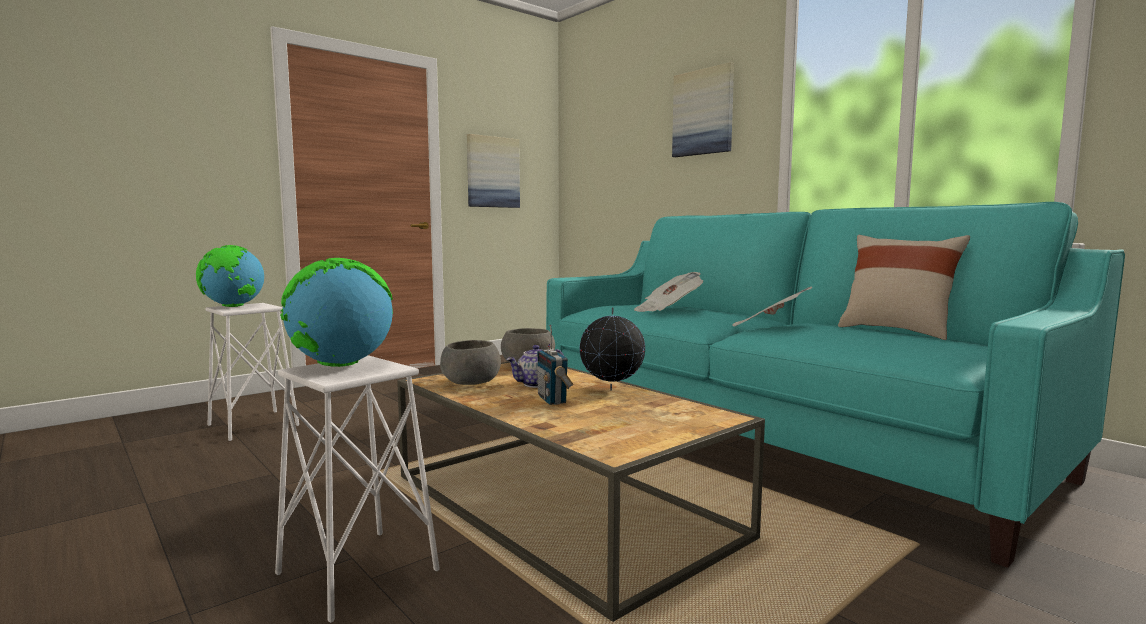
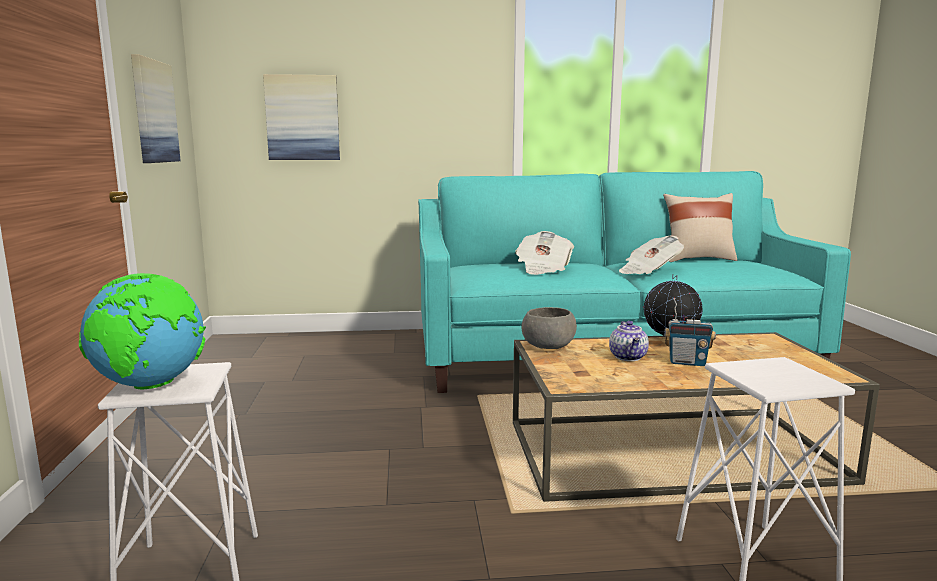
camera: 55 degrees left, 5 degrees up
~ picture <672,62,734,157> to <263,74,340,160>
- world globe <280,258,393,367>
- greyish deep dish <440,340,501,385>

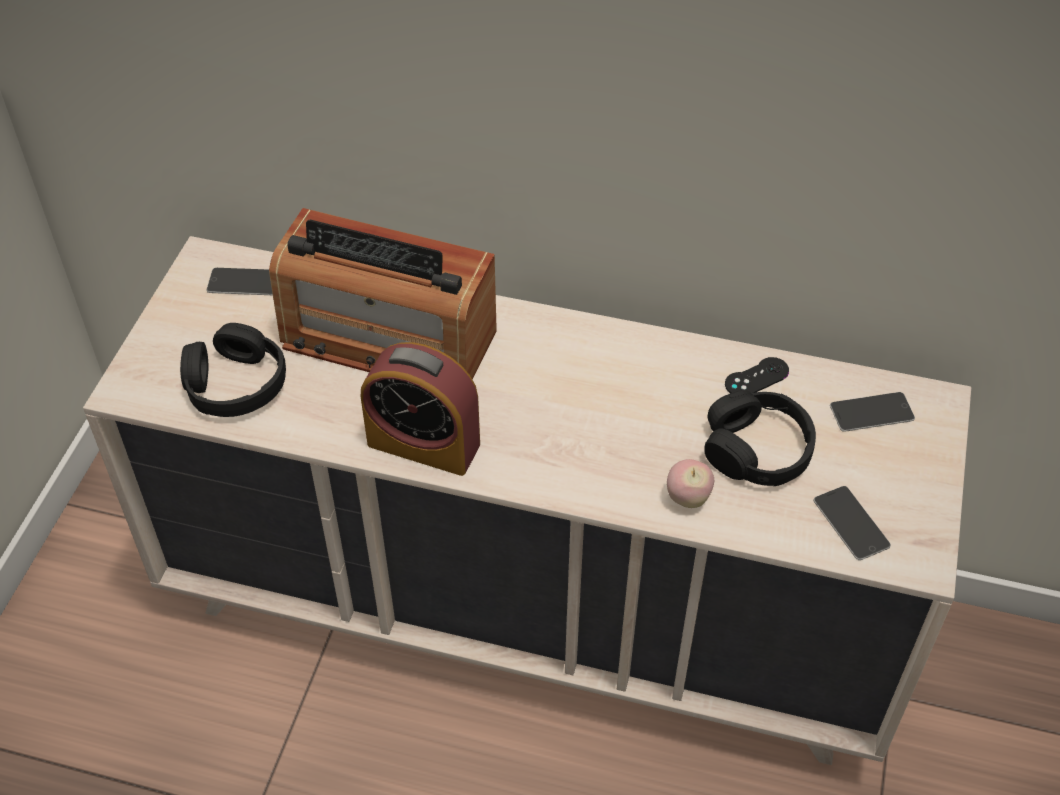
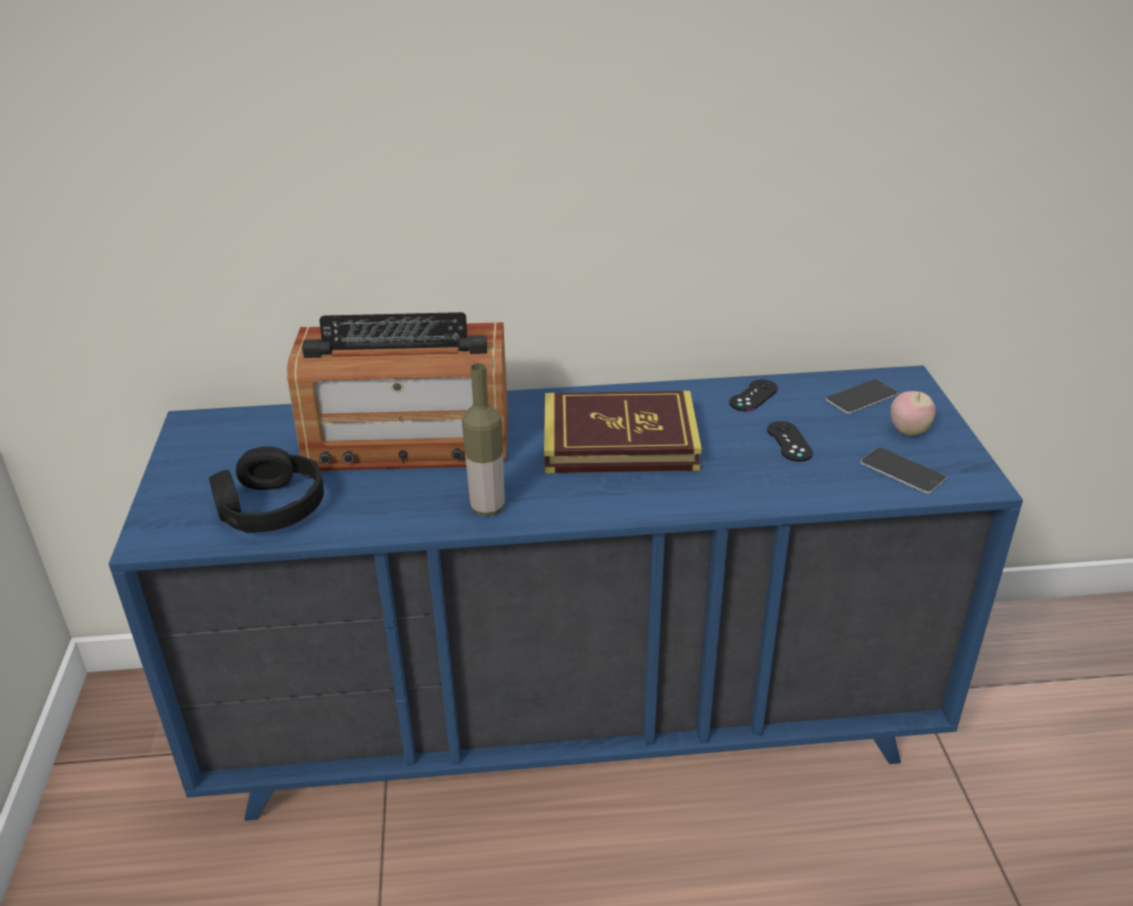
camera: 20 degrees left, 15 degrees down
~ beige chest of drawers <83,236,971,765> to bluish chest of drawers <109,365,1023,821>
~ bedside clock <361,342,480,476> to beverage bottle <462,363,505,516>
+ volume <544,391,702,473>
~ black pair of headphones <704,390,816,486> to black joypad <767,421,813,462>
~ apple fruit <667,459,714,508> to <890,391,936,436>
- telephone <207,268,273,295>

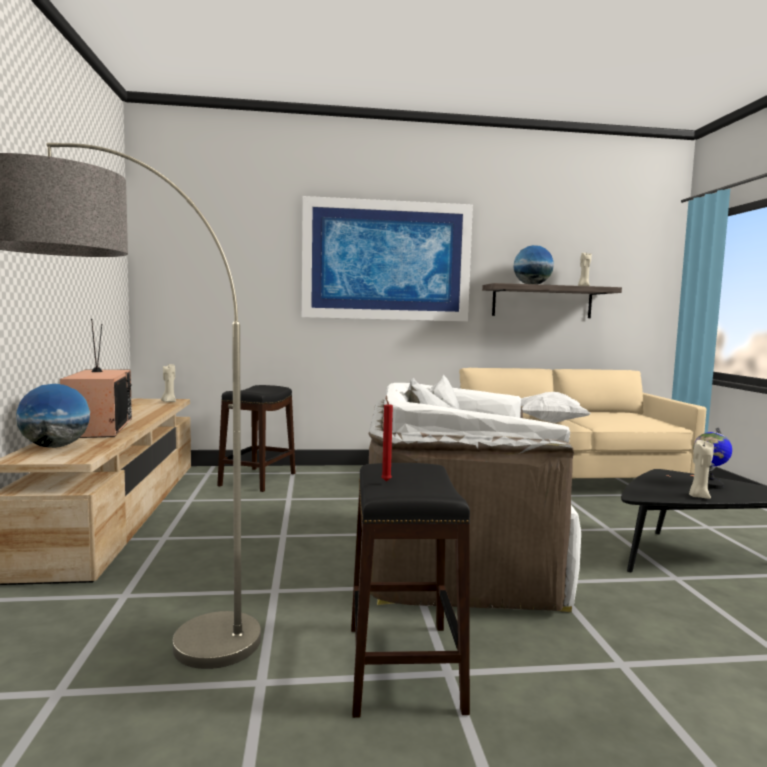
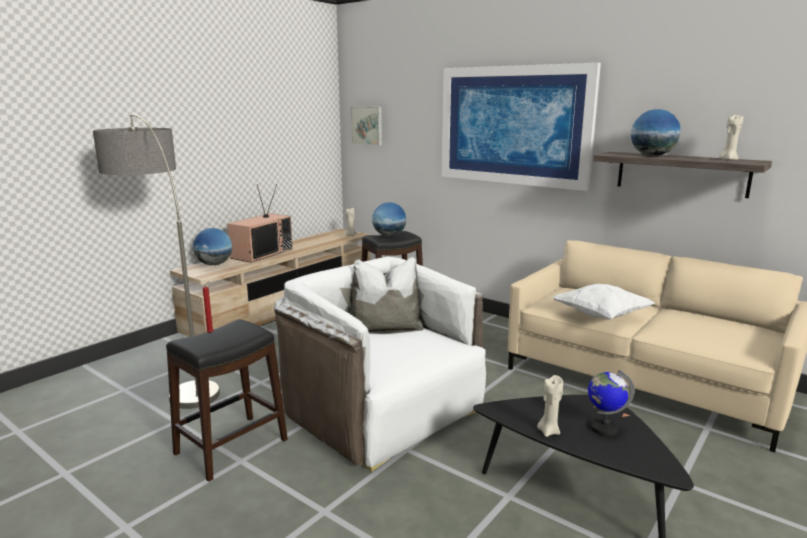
camera: 45 degrees right, 10 degrees up
+ picture <351,107,382,146>
+ world globe <372,202,406,237>

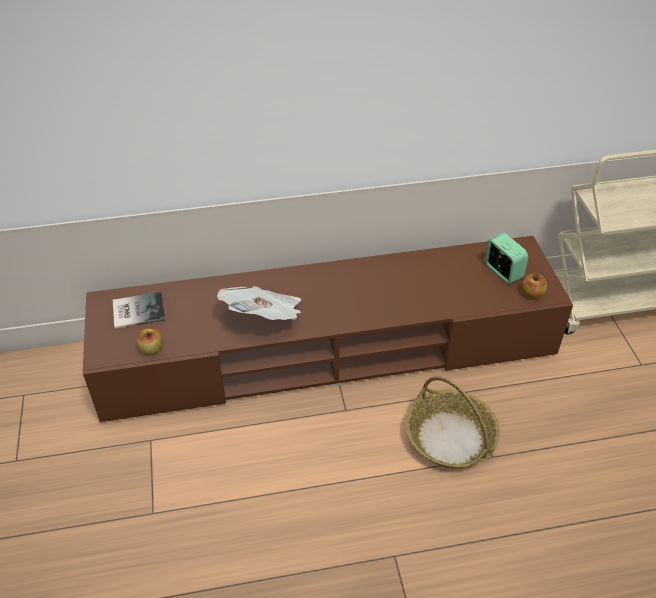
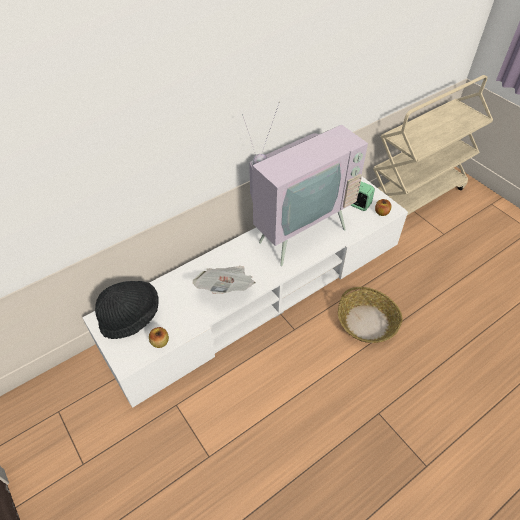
camera: 25 degrees left, 5 degrees up
~ brown tv stand <83,236,573,422> to white-coloured tv stand <82,176,408,408>
~ volume <113,292,165,329> to black wearable hat <95,281,159,339>
+ television <242,101,368,266>

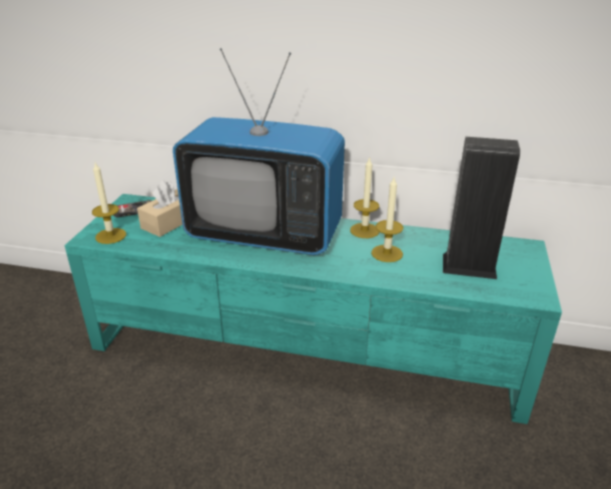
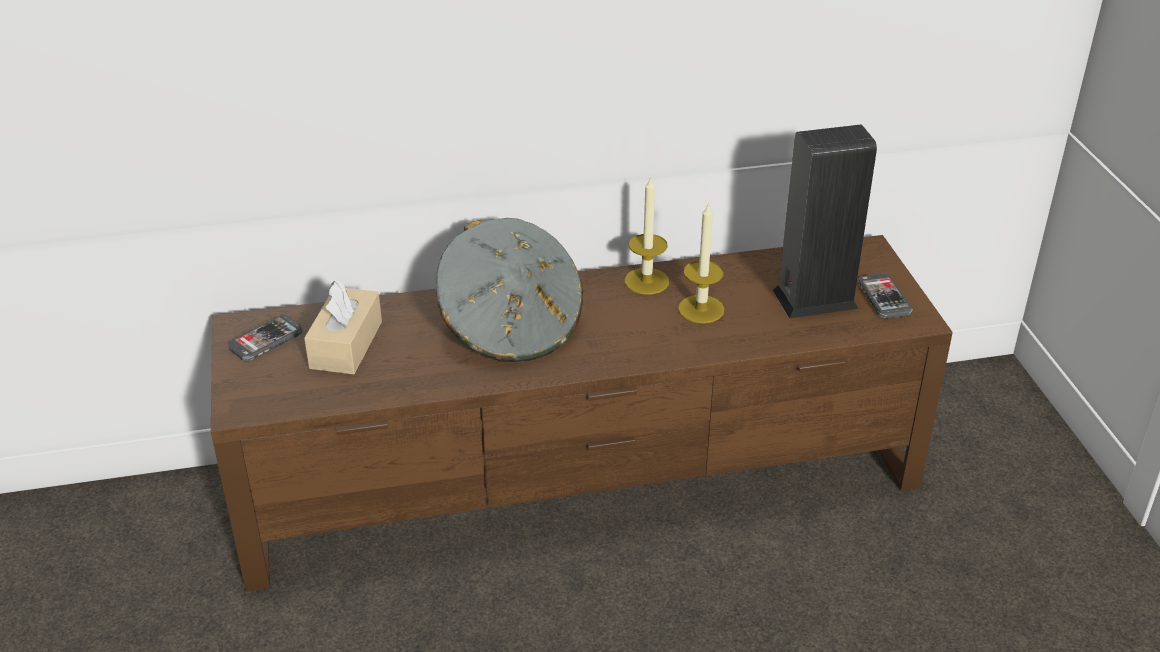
camera: 25 degrees left, 5 degrees up
~ blue-green tv stand <64,194,562,424> to brown tv stand <211,235,953,592>
~ television <173,48,345,255> to greyish wearable hat <436,218,583,362>
+ telephone <858,273,913,319>
- wax light <92,163,126,244>

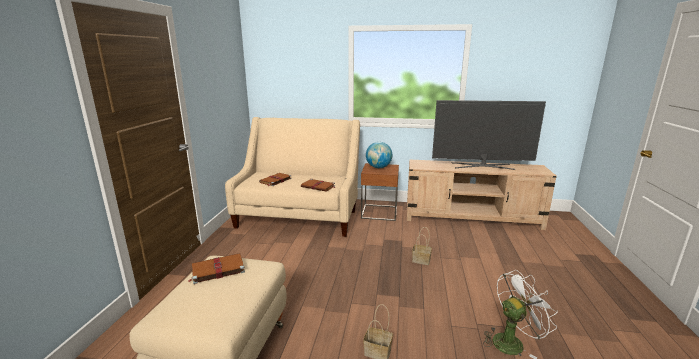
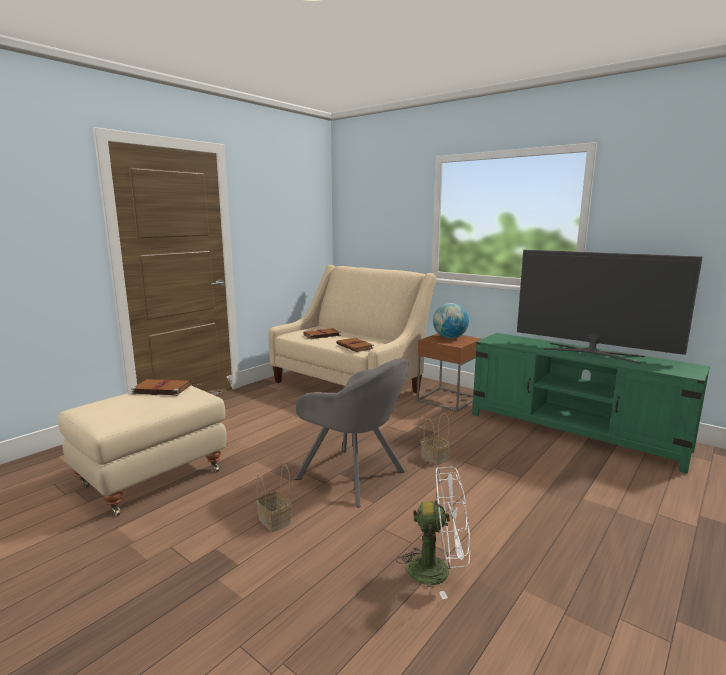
camera: 30 degrees right, 5 degrees down
+ greyish easy chair <294,358,408,508>
~ beige tv stand <407,160,557,230> to green-coloured tv stand <472,333,710,474>

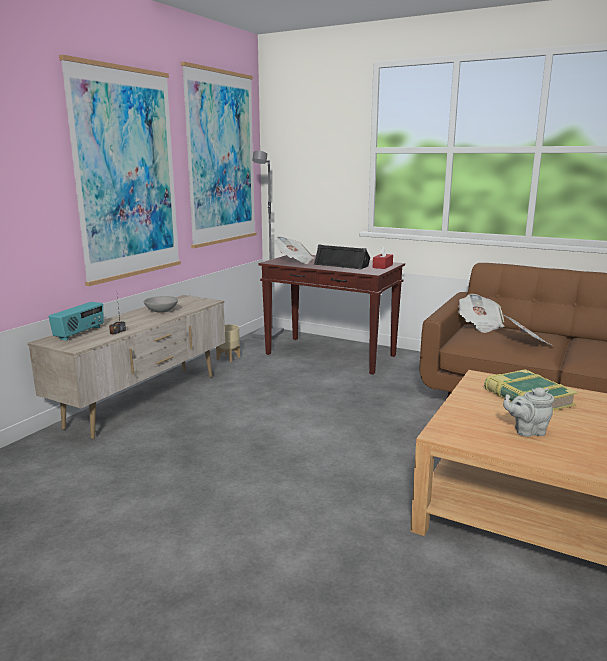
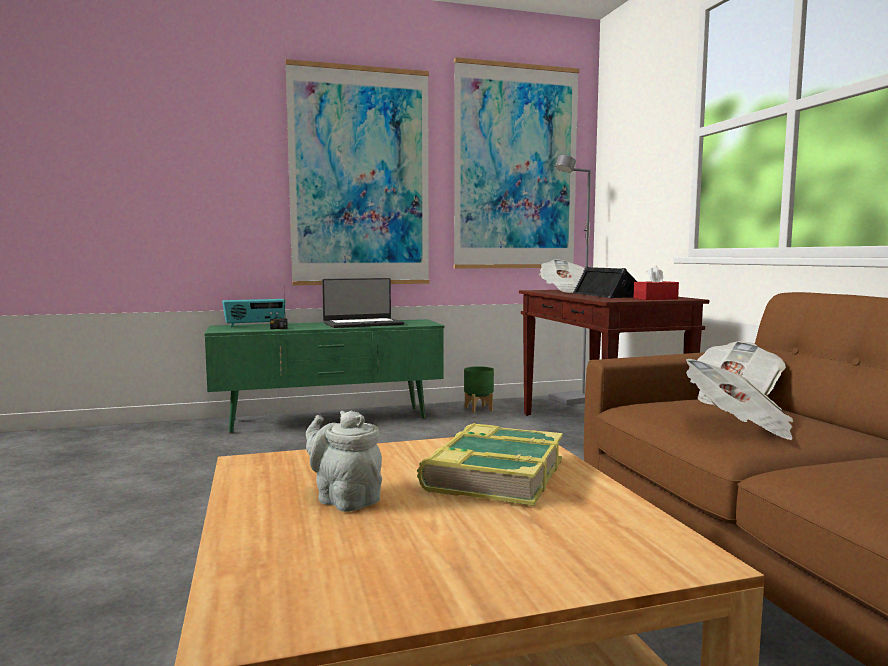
camera: 45 degrees right, 10 degrees down
~ beige tv stand <28,295,225,439> to green-coloured tv stand <204,319,444,433>
~ greyish deep dish <144,296,178,313> to notebook computer <322,278,404,328>
~ beige flower pot <216,324,240,362> to green-coloured flower pot <464,366,494,413>

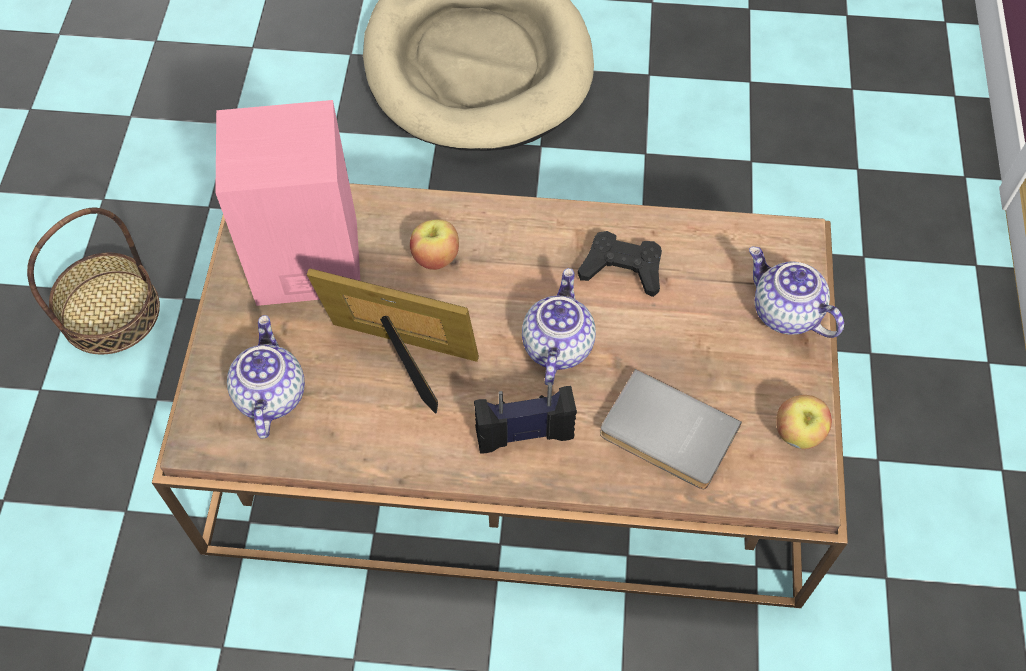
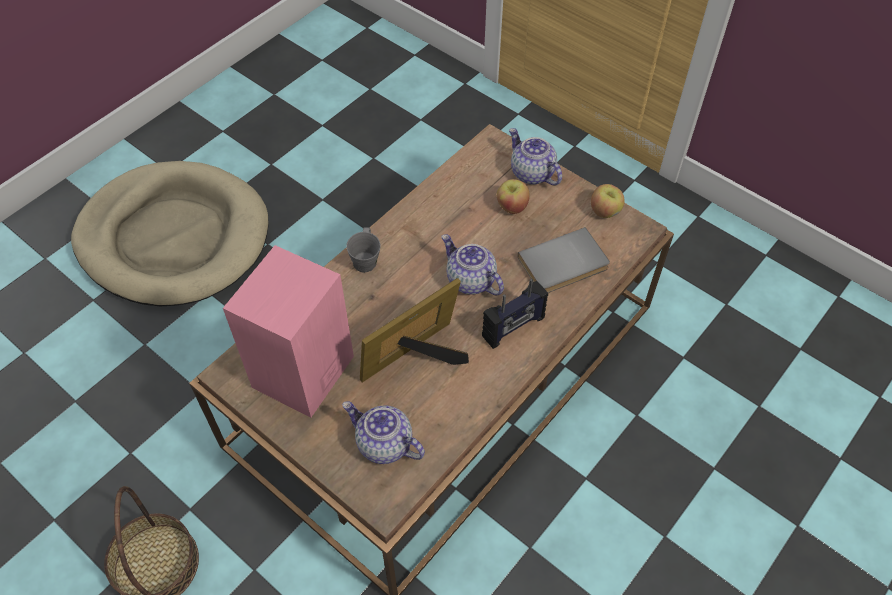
camera: 55 degrees left, 5 degrees down
+ greyish tea mug <346,227,381,273>
~ radio receiver <474,384,577,454> = <482,279,548,349> 150 degrees counterclockwise
~ apple fruit <410,220,459,270> to <497,179,530,214>
~ pot for tea <749,246,844,338> = <509,128,562,185> 60 degrees clockwise
- black joypad <578,231,662,297>

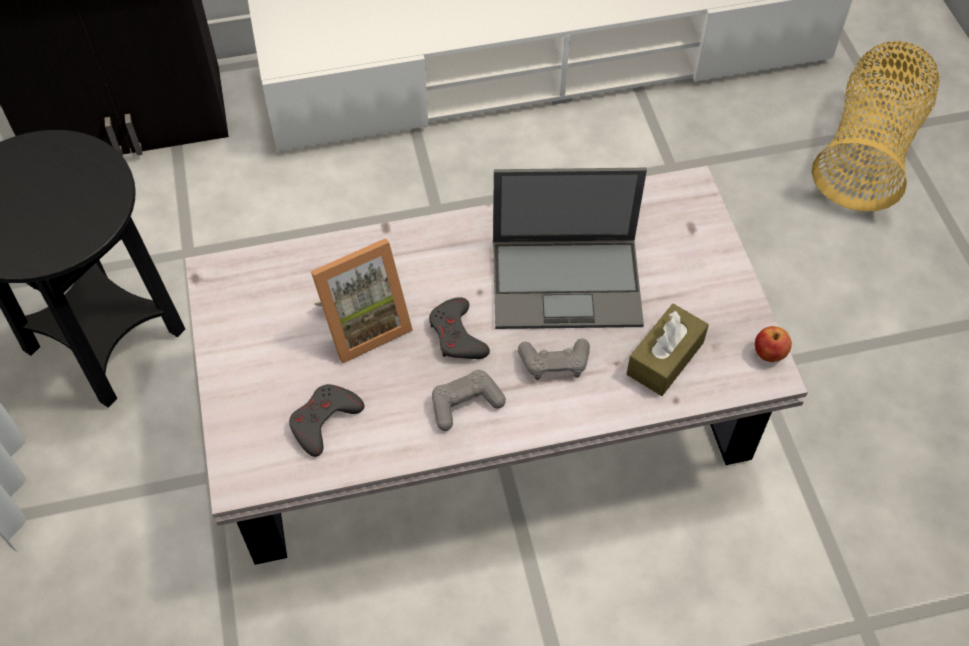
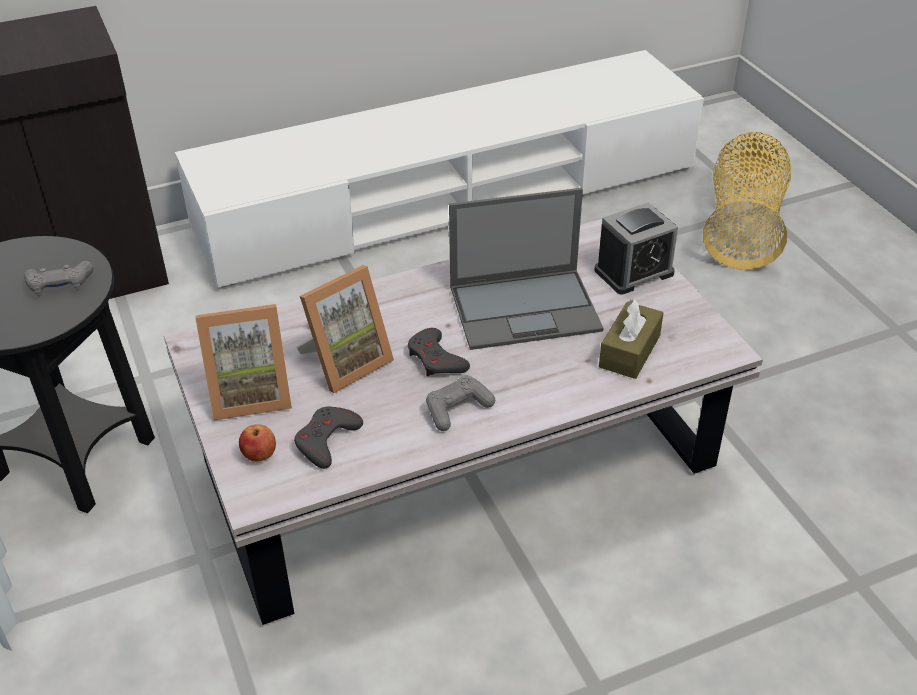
camera: 10 degrees left, 15 degrees down
~ greyish joypad <518,338,590,380> to <24,261,93,296>
+ picture frame <196,304,292,420>
~ apple fruit <755,326,792,362> to <239,424,276,462>
+ bedside clock <595,202,678,294>

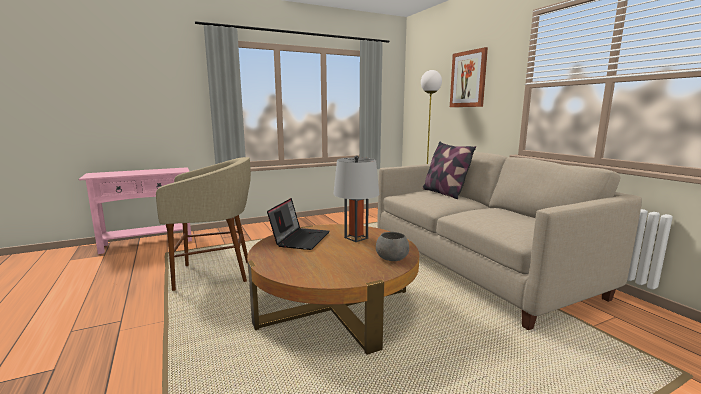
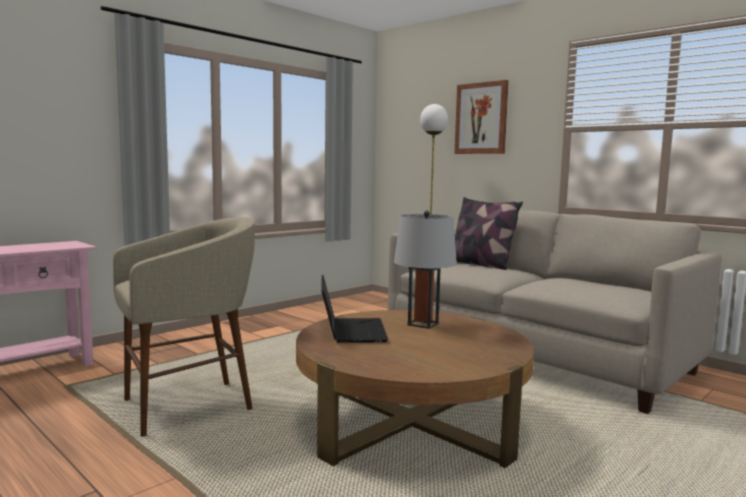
camera: 20 degrees left, 5 degrees down
- greyish deep dish <376,232,409,261>

